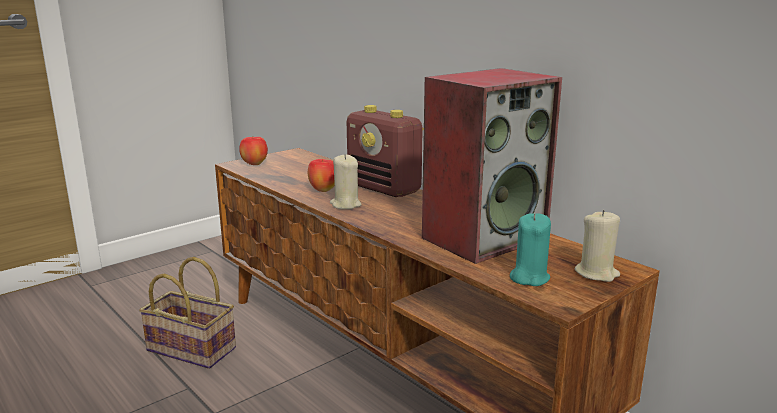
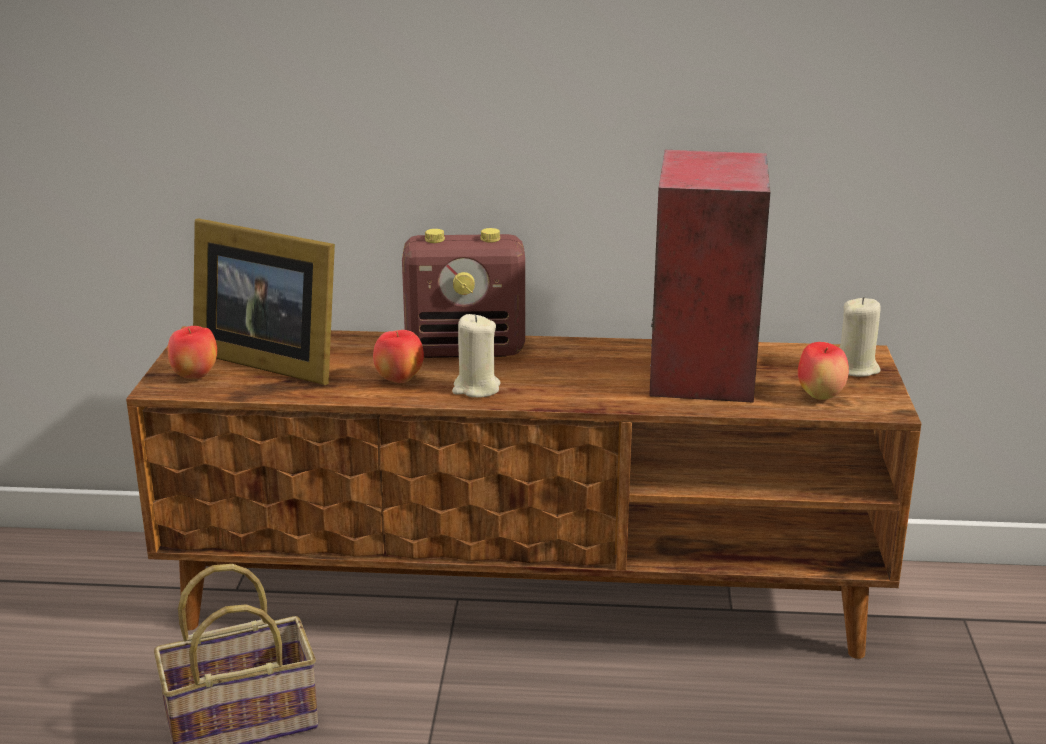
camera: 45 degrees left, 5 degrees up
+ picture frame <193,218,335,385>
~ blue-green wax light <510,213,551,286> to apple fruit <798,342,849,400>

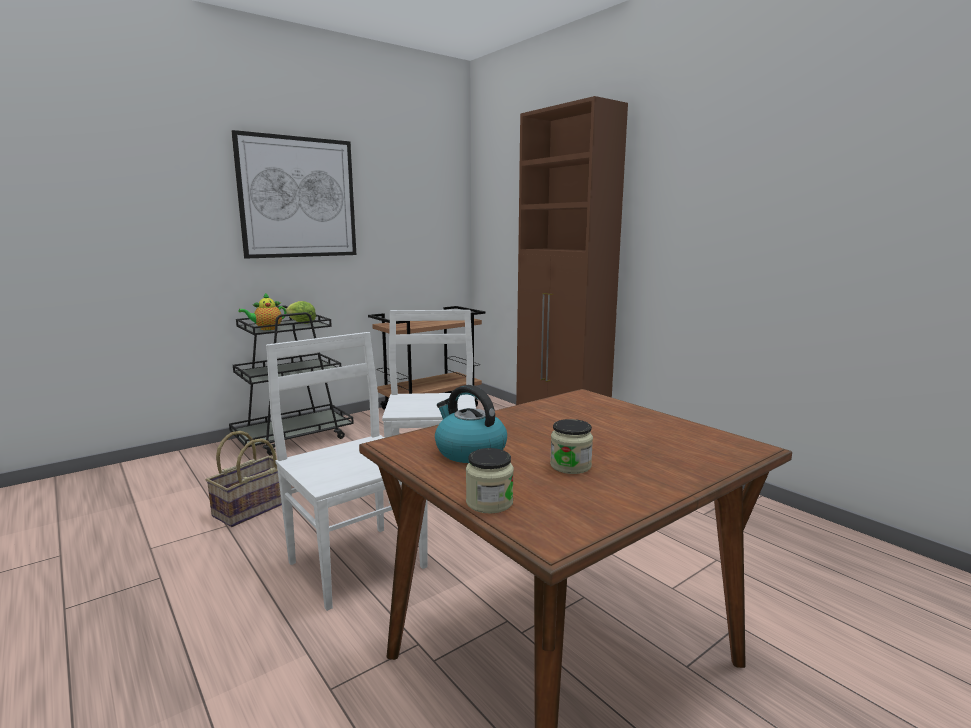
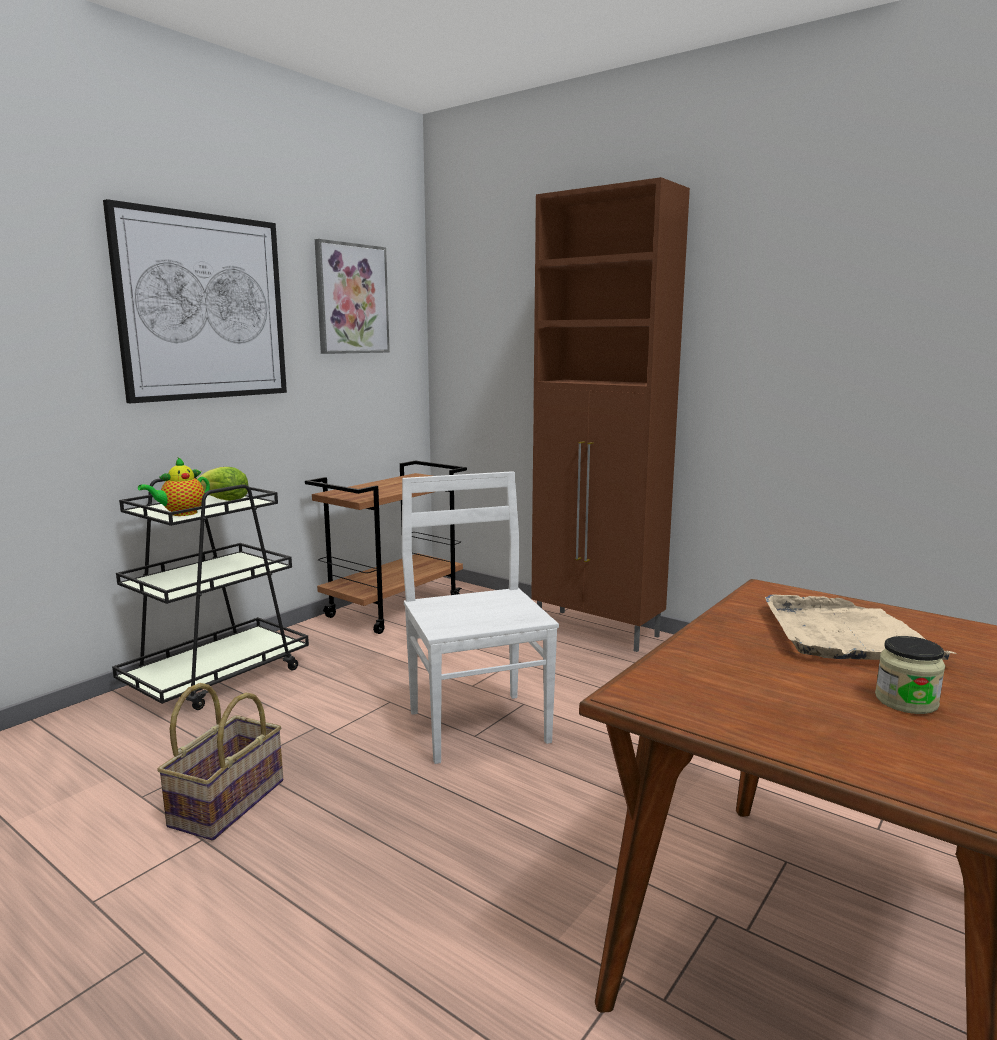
camera: 15 degrees left, 0 degrees up
+ picture <315,239,390,354>
+ beige tray <765,594,957,660>
- white-coloured chair <266,332,427,611>
- tea kettle <435,385,507,463>
- jar <466,448,514,514>

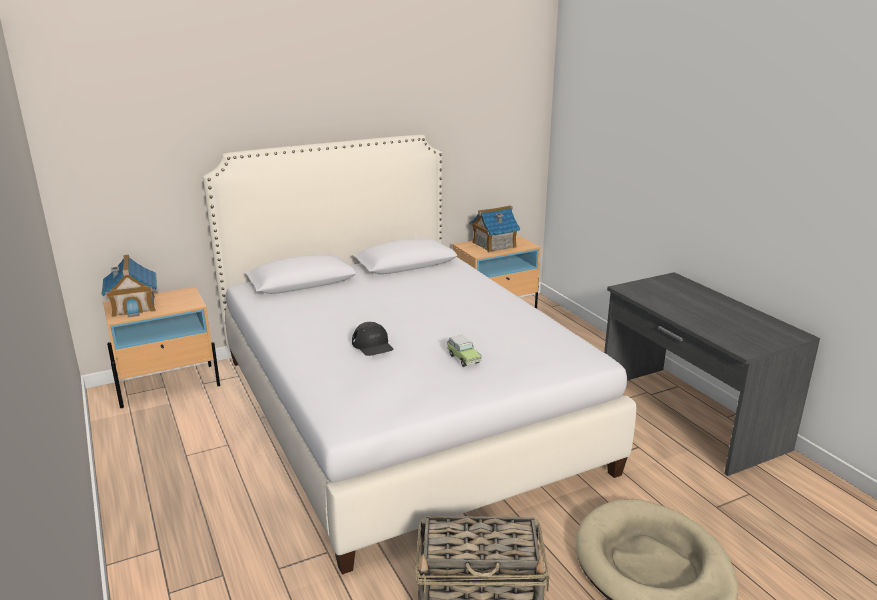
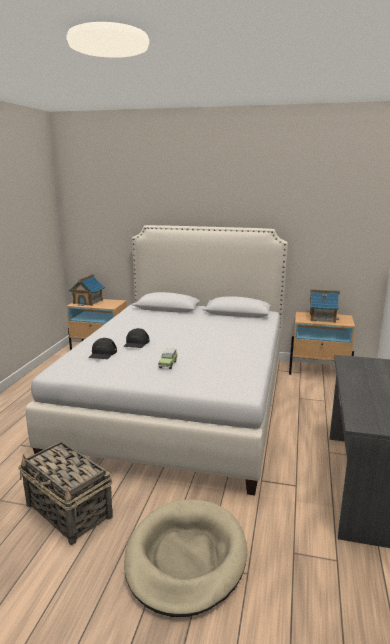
camera: 40 degrees right, 5 degrees down
+ black cap <89,338,117,359>

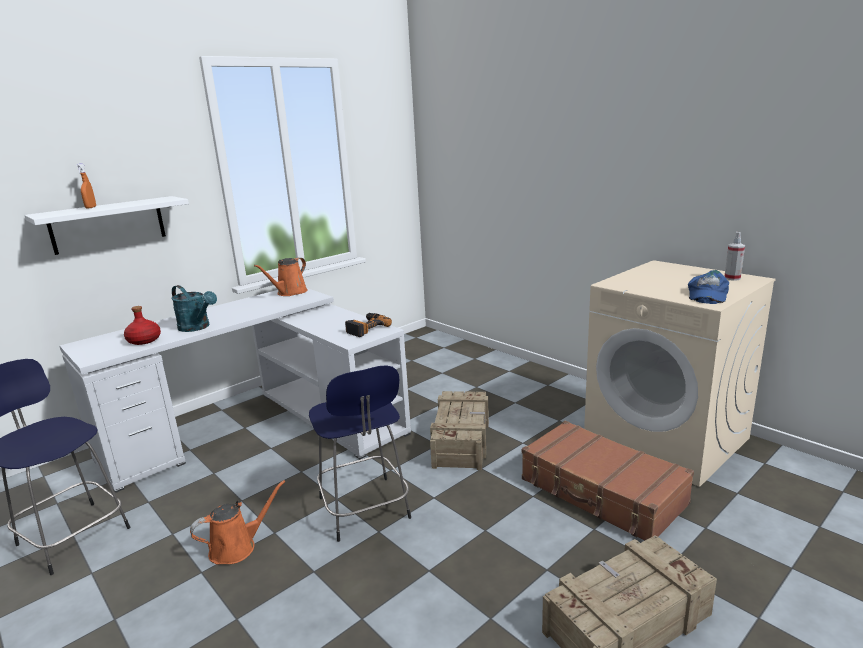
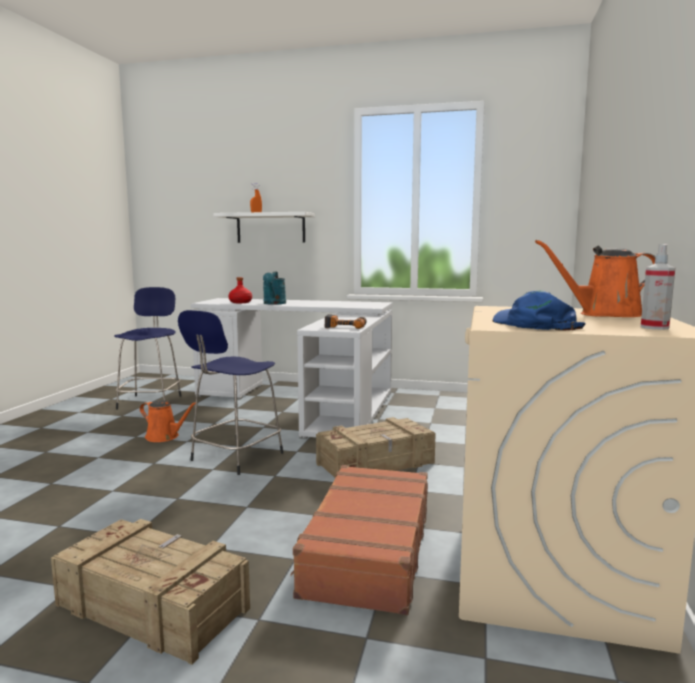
camera: 55 degrees right, 10 degrees down
~ bluish cap <688,270,729,304> = <492,290,586,331> 75 degrees clockwise
~ orangey sprinkling can <254,258,308,296> to <535,240,656,317>

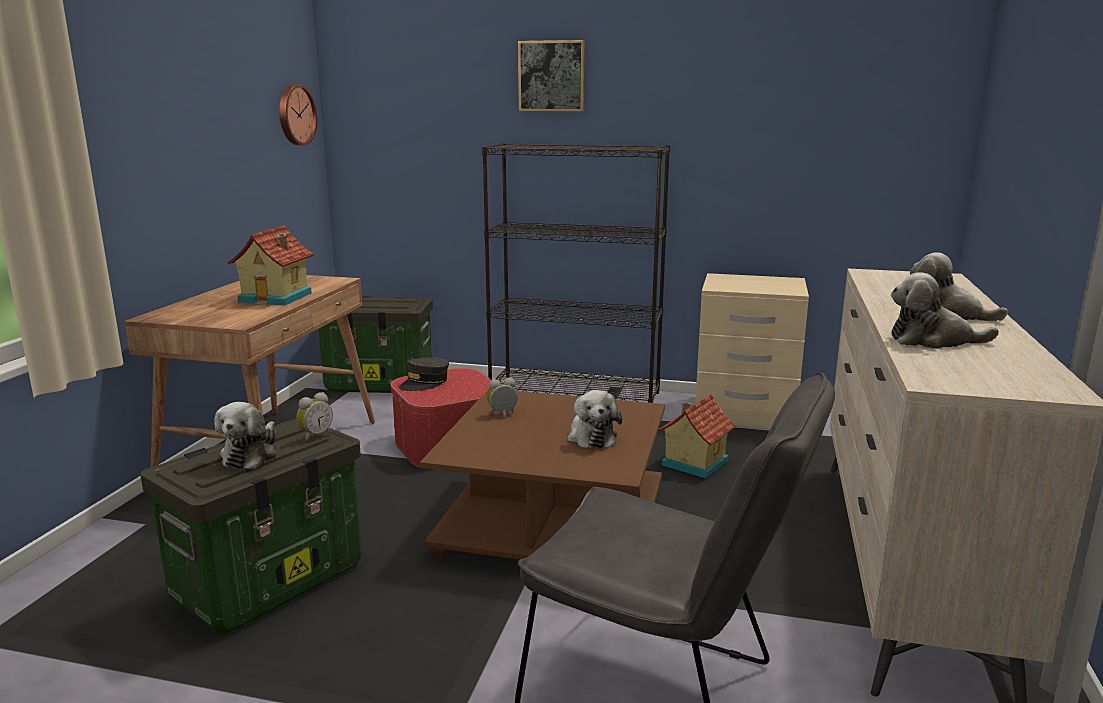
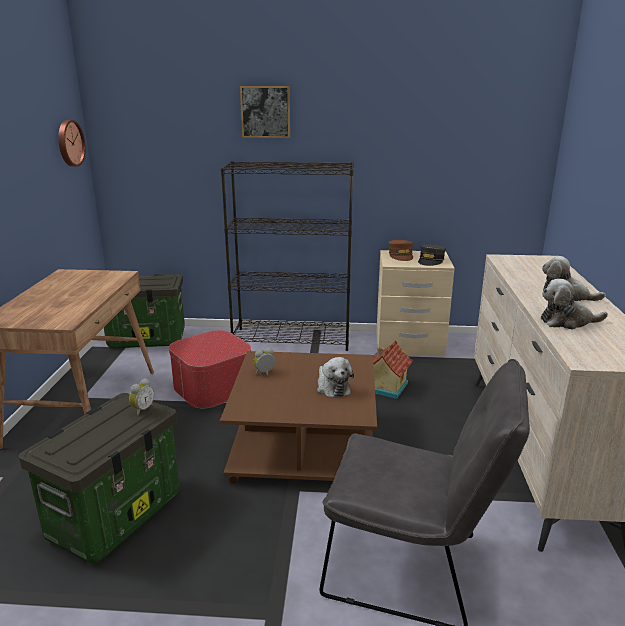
camera: 10 degrees left, 5 degrees up
+ brown cap <389,240,413,261>
~ greyish cap <399,357,449,391> to <418,244,446,266>
- soft toy <214,402,277,469>
- model house <227,225,314,305>

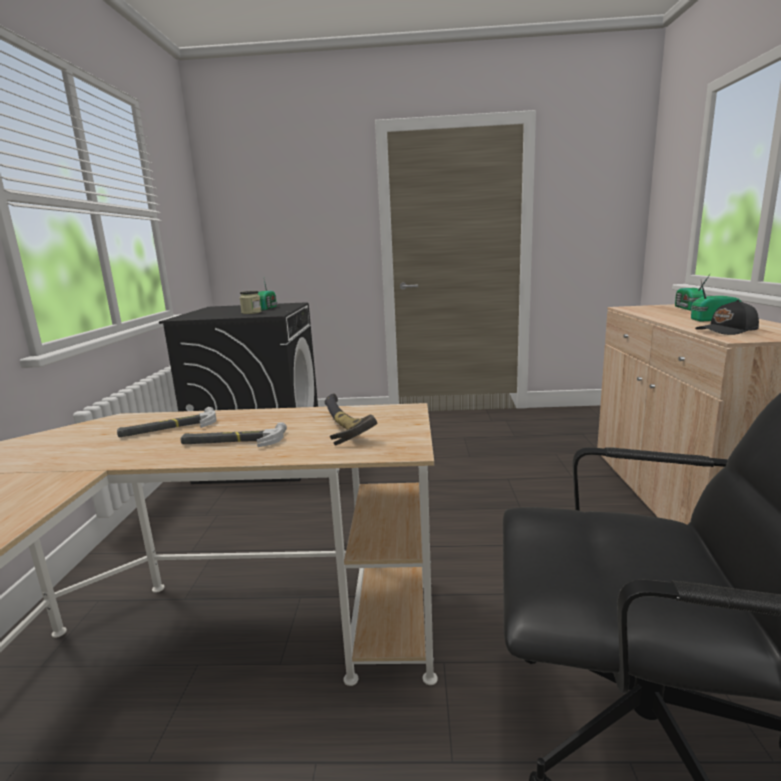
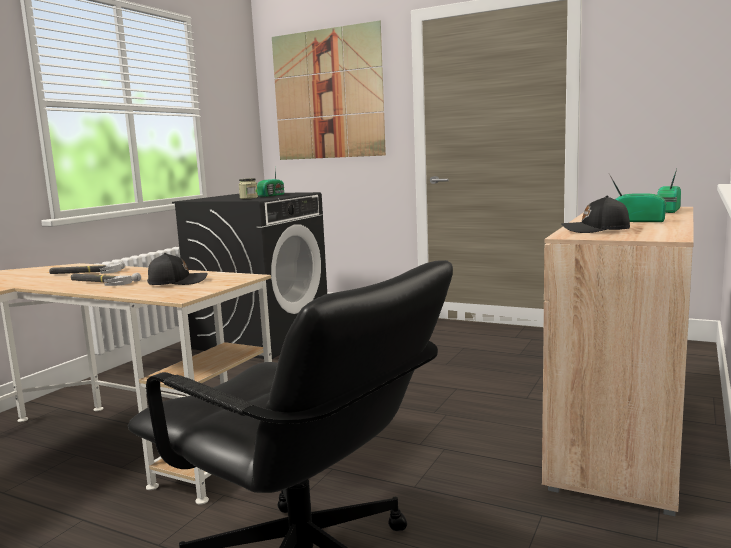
camera: 25 degrees right, 5 degrees down
~ hammer <325,394,377,445> to black cap <147,253,208,285>
+ picture <272,20,386,160>

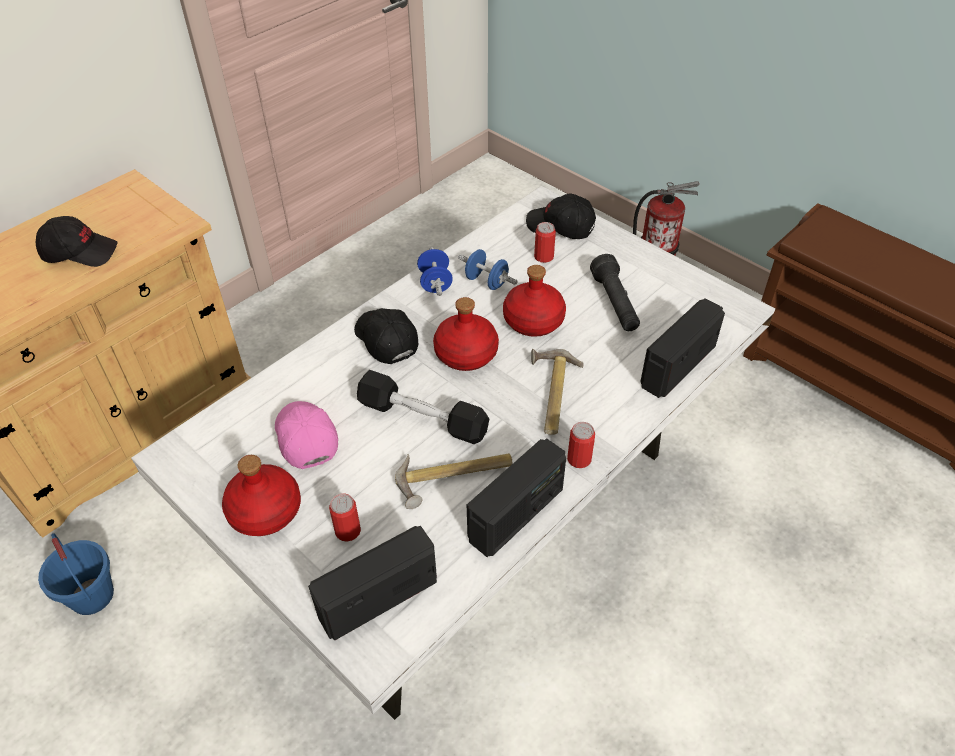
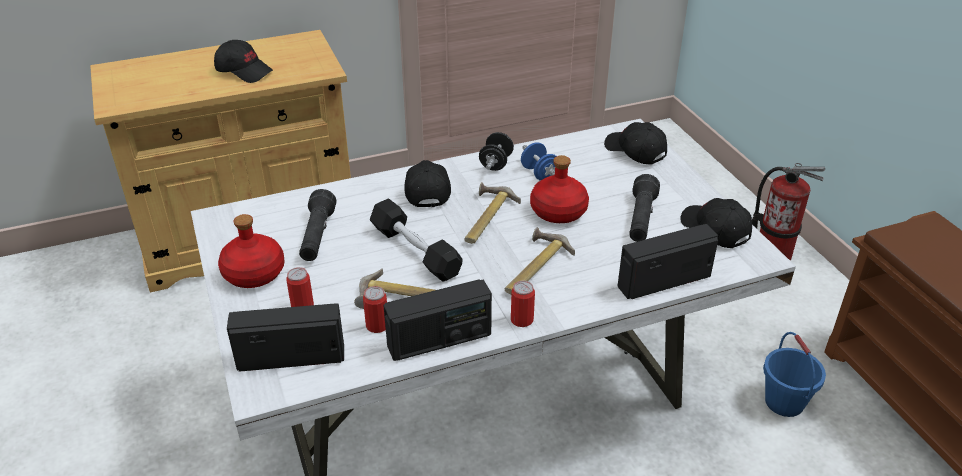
camera: 25 degrees right, 10 degrees down
~ pink cap <275,401,338,469> to black hand torch <299,189,336,261>
~ can <534,222,556,263> to <363,286,387,333>
~ reddish beverage bottle <433,297,499,371> to hammer <464,182,521,244>
~ bluish hand weight <417,247,453,296> to black hand weight <479,132,514,171>
+ black cap <680,198,752,248>
~ bluish water bucket <38,533,114,615> to <763,332,826,417>

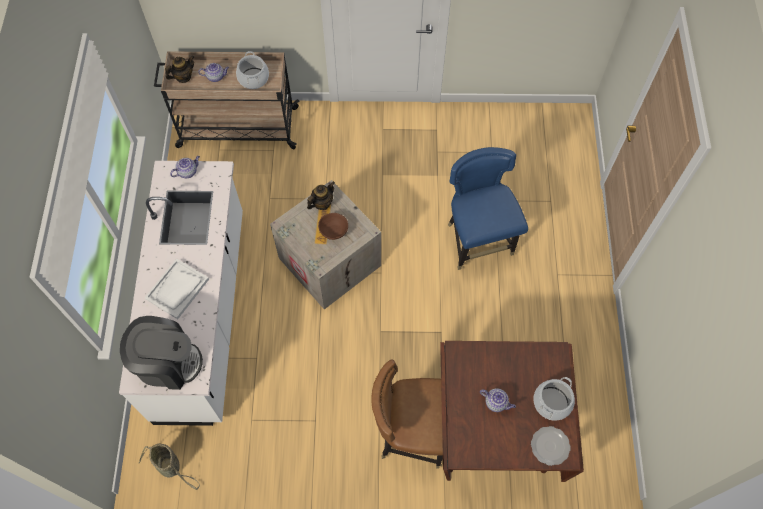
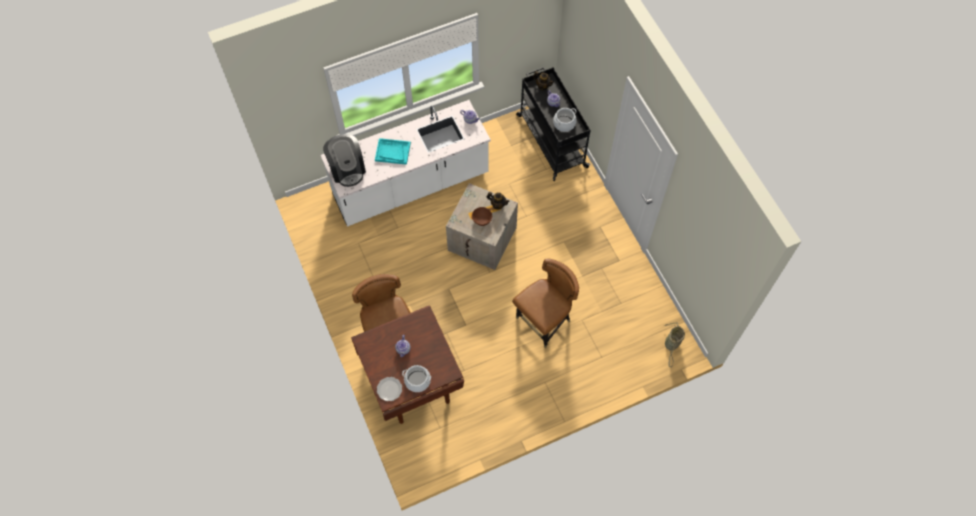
camera: 65 degrees right, 0 degrees up
~ white-coloured tray <145,258,209,319> to blue-green tray <375,138,411,165>
~ bluish chair <448,147,528,270> to brown chair <512,259,579,348>
~ beige cart <154,51,299,149> to black cart <516,67,591,181>
~ household basket <139,444,200,490> to <664,323,685,367>

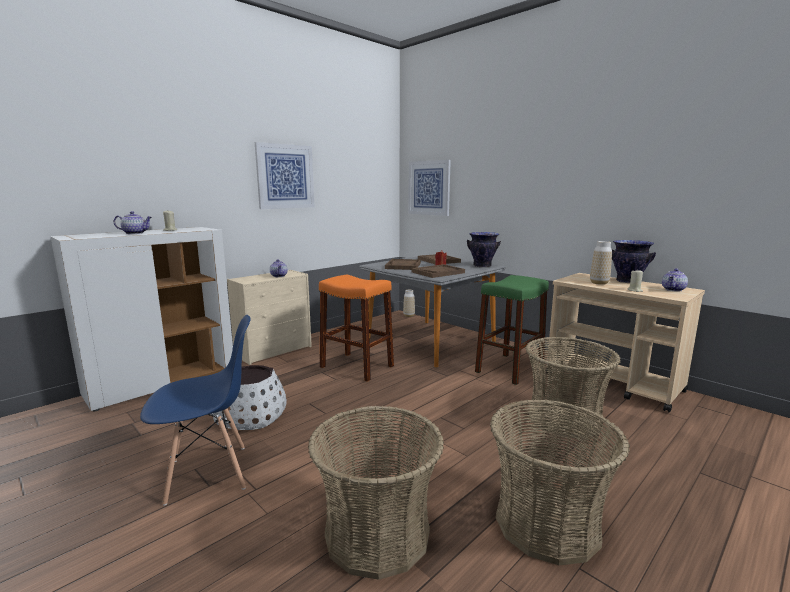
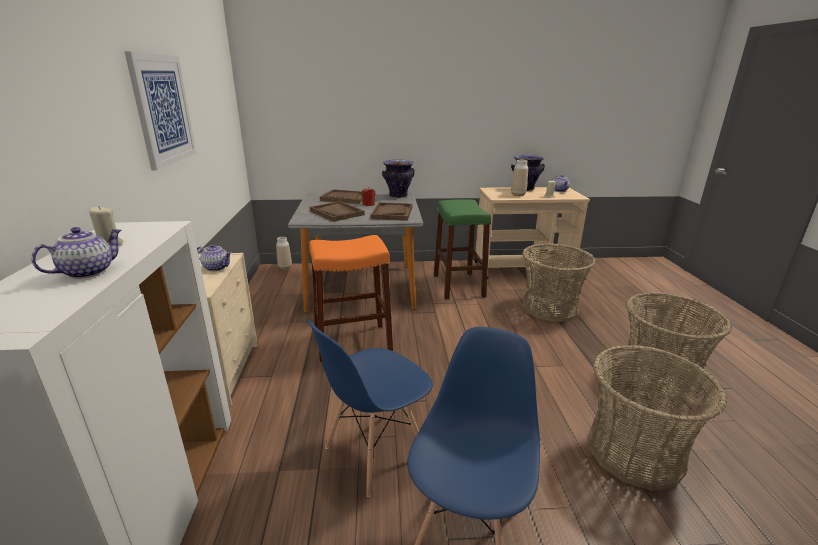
camera: 50 degrees left, 10 degrees up
~ white-coloured flower pot <213,365,287,430> to bluish chair <306,320,433,497>
- picture <408,160,451,216>

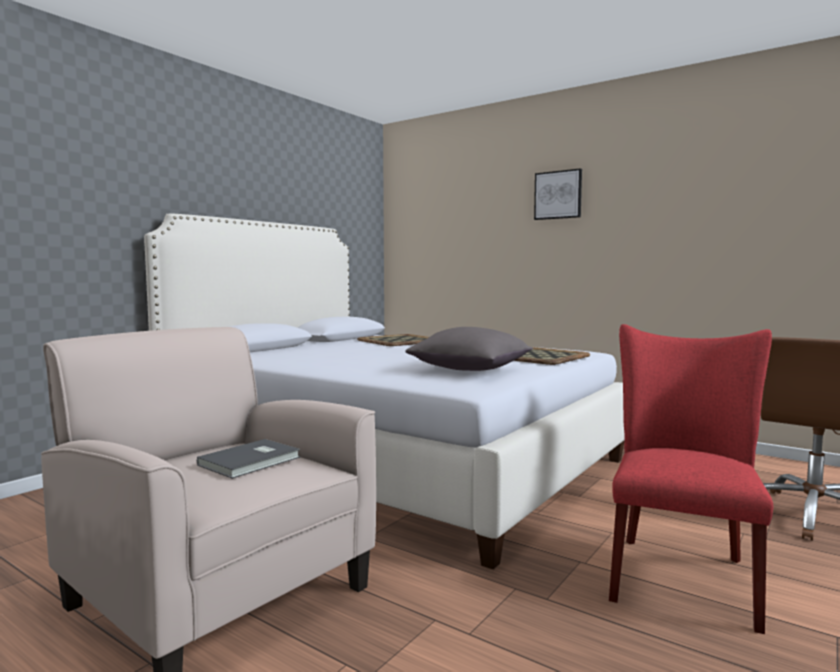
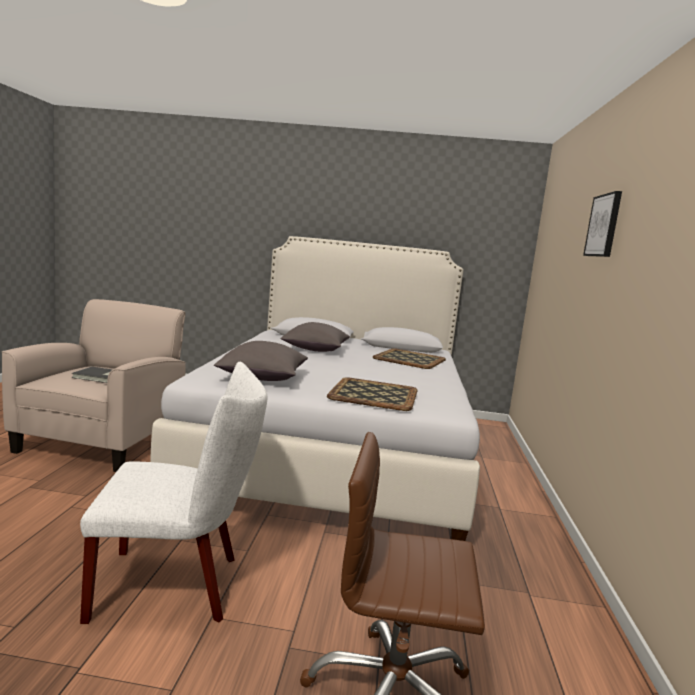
camera: 60 degrees right, 5 degrees up
~ reddish chair <609,324,773,634> to white-coloured chair <80,362,267,624>
+ greyish throw pillow <281,322,350,352>

